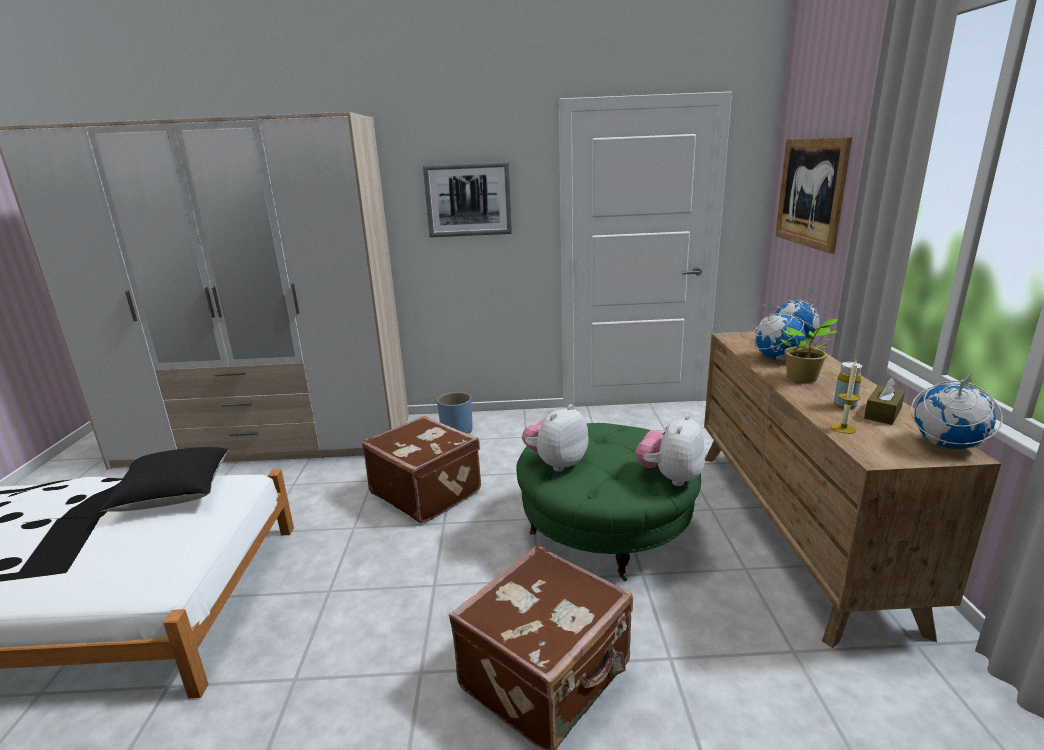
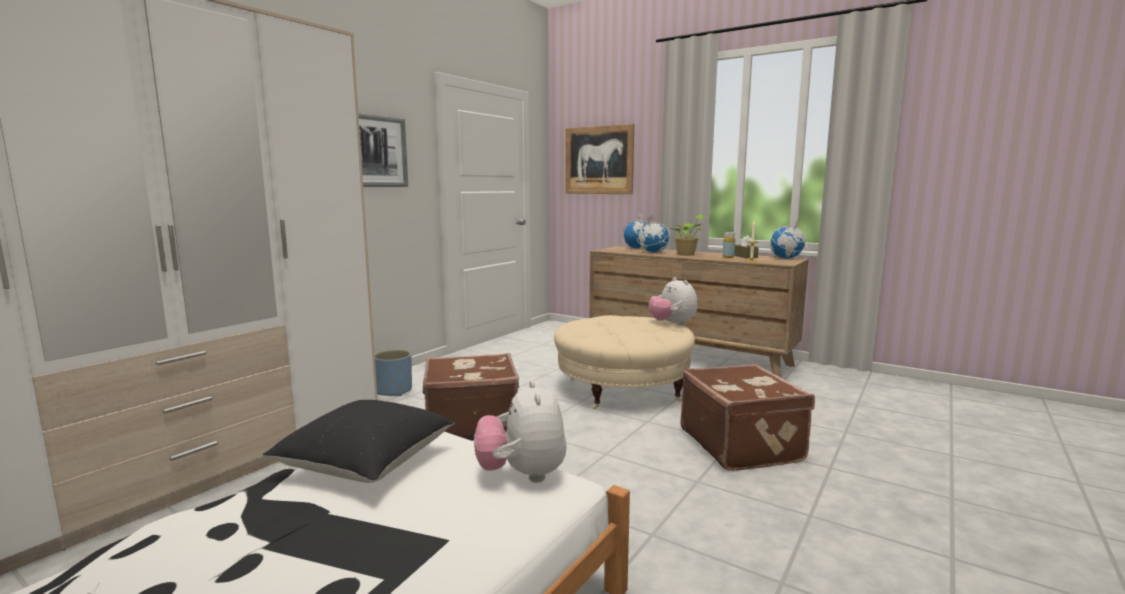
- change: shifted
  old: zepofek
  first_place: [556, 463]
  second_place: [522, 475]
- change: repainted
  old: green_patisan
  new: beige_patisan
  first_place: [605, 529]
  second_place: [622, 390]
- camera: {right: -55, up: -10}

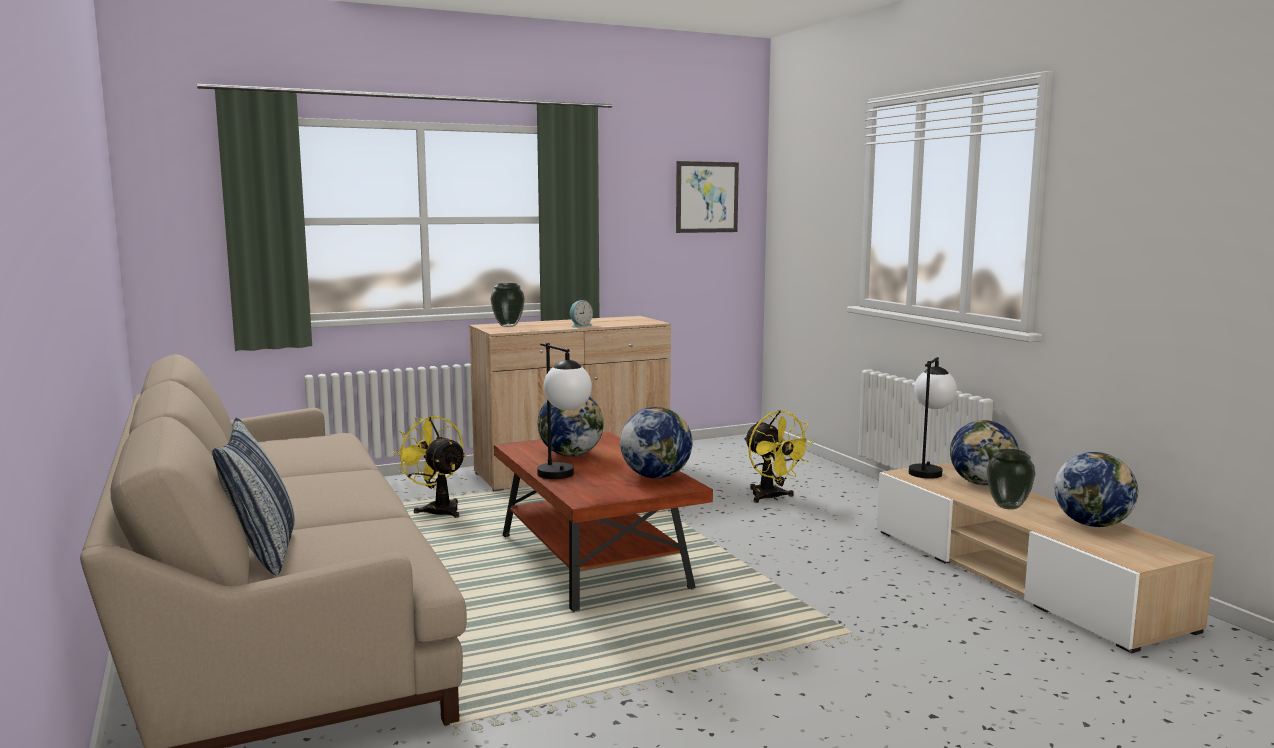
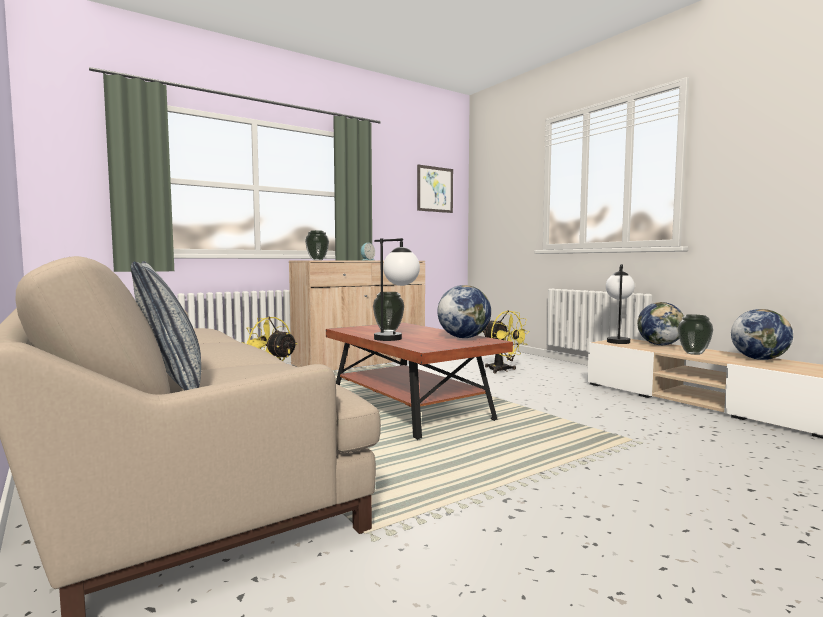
- change: swapped
  old: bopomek
  new: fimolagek
  first_place: [571, 455]
  second_place: [389, 331]
- camera: {right: -10, up: -5}

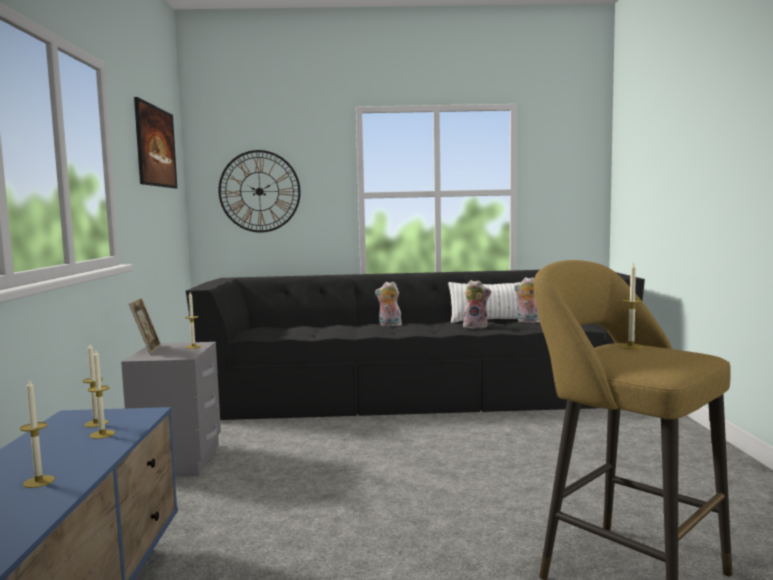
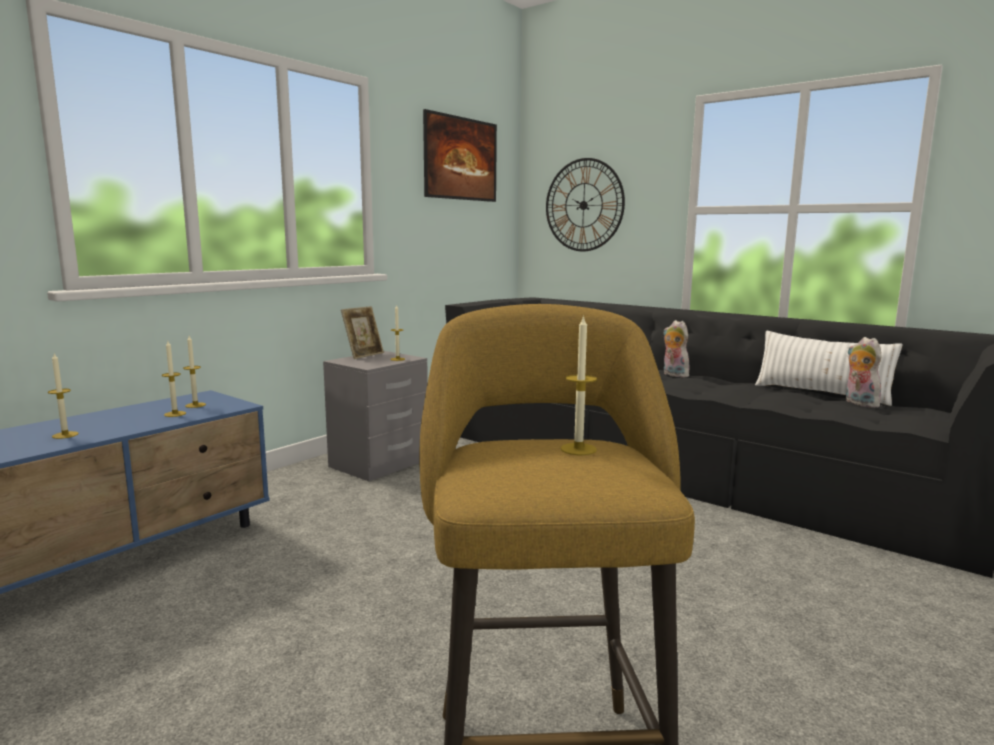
- change: gone
  old: zepofek
  first_place: [476, 327]
- camera: {right: 40, up: 5}

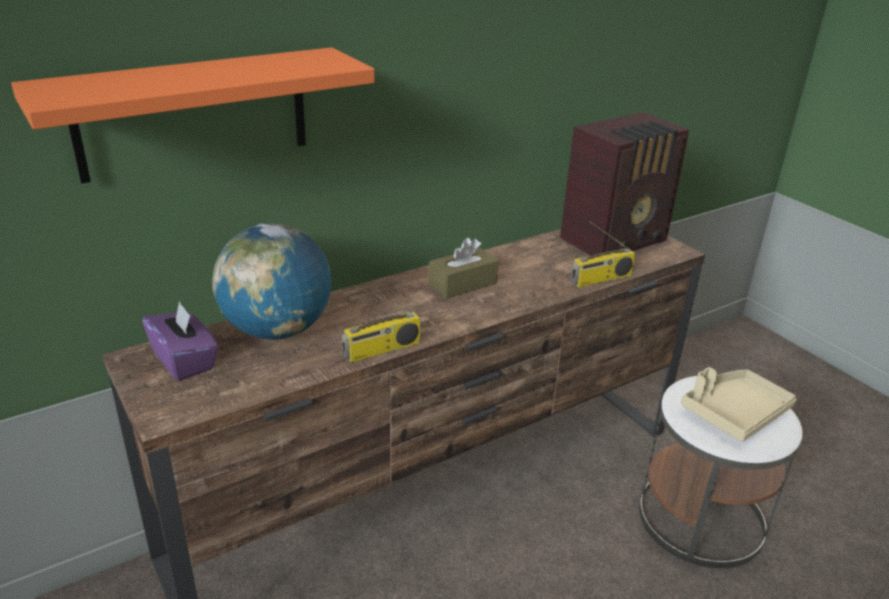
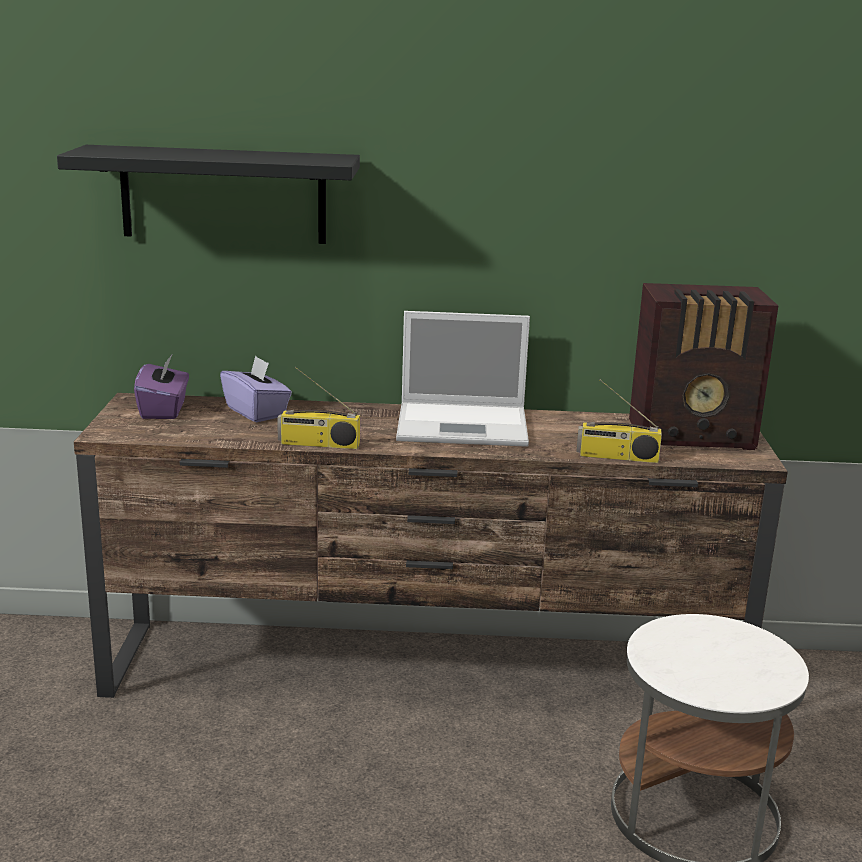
- change: gone
  old: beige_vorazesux
  first_place: [734, 413]
- change: swapped
  old: bopomek
  new: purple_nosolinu
  first_place: [277, 330]
  second_place: [256, 412]
- change: swapped
  old: brown_nosolinu
  new: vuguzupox
  first_place: [462, 284]
  second_place: [465, 425]
- change: repainted
  old: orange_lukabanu
  new: black_lukabanu
  first_place: [194, 114]
  second_place: [223, 195]
- camera: {right: 35, up: -10}

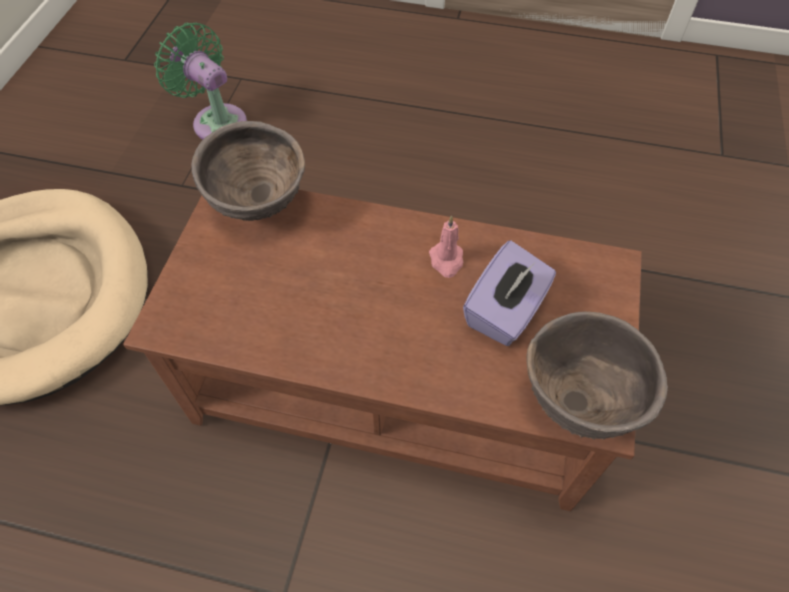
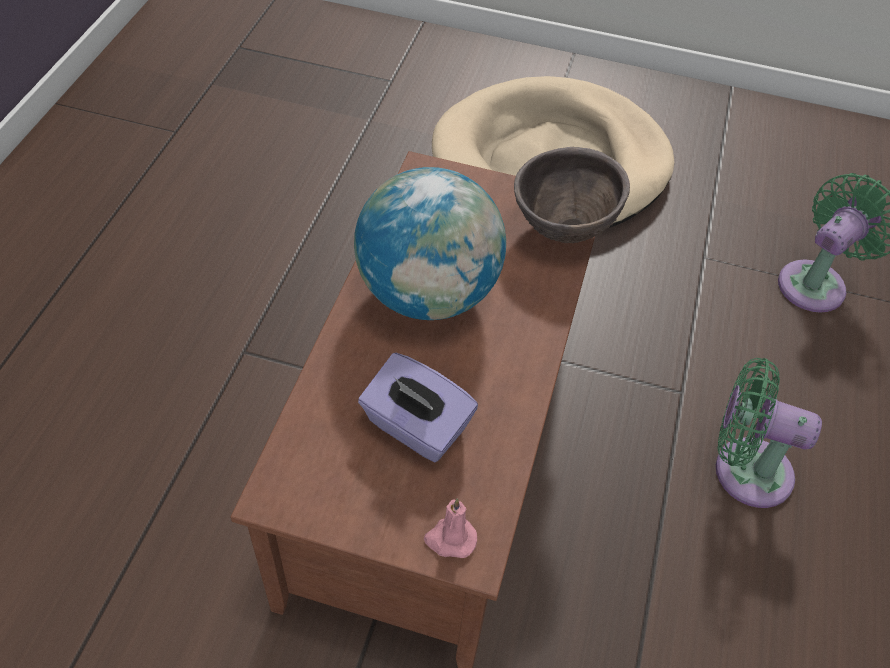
- change: gone
  old: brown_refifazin
  first_place: [579, 400]
- change: new
  new: bopomek
  second_place: [428, 294]
- change: new
  new: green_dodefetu
  second_place: [744, 469]
- change: shifted
  old: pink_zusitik
  first_place: [446, 261]
  second_place: [450, 539]
- camera: {right: 90, up: -5}

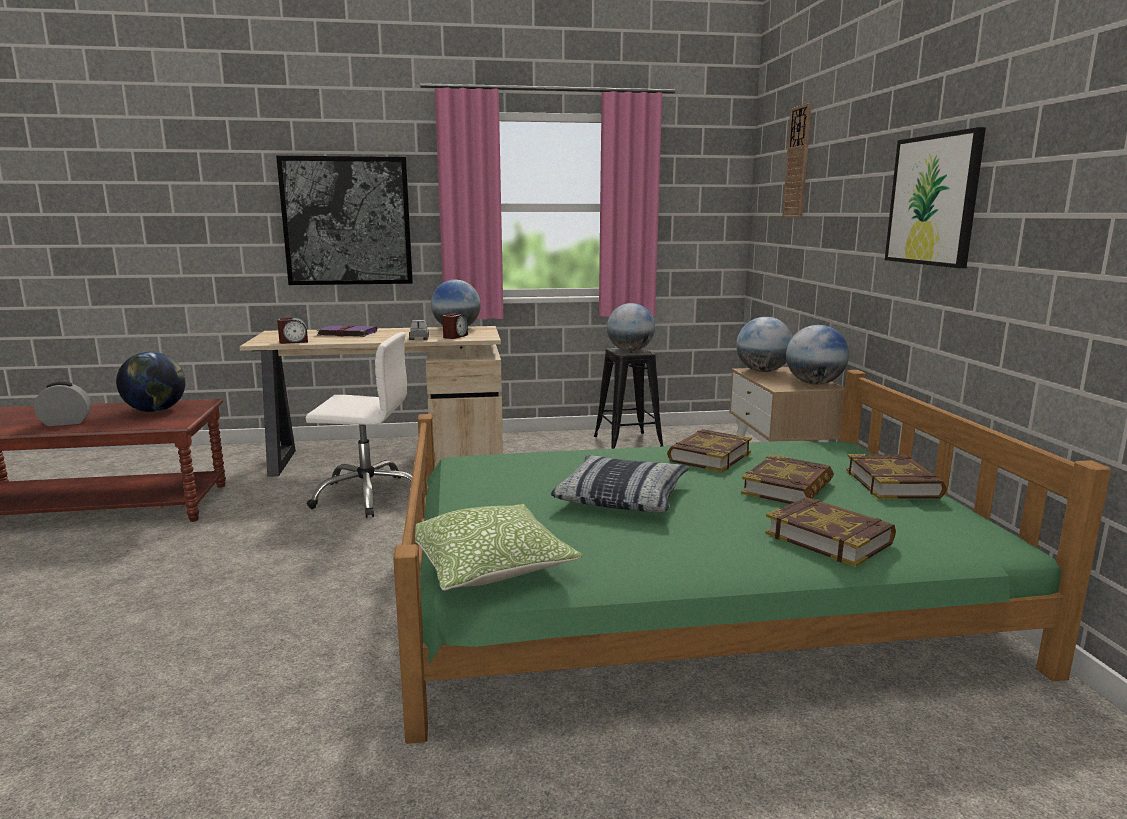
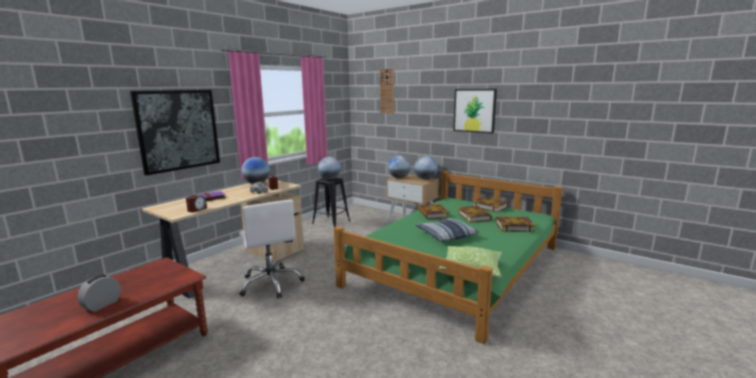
- change: gone
  old: bopomek
  first_place: [156, 411]
- change: rotated
  old: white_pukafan
  first_place: [368, 495]
  second_place: [271, 283]
  degrees: 105
- camera: {right: -45, up: 0}

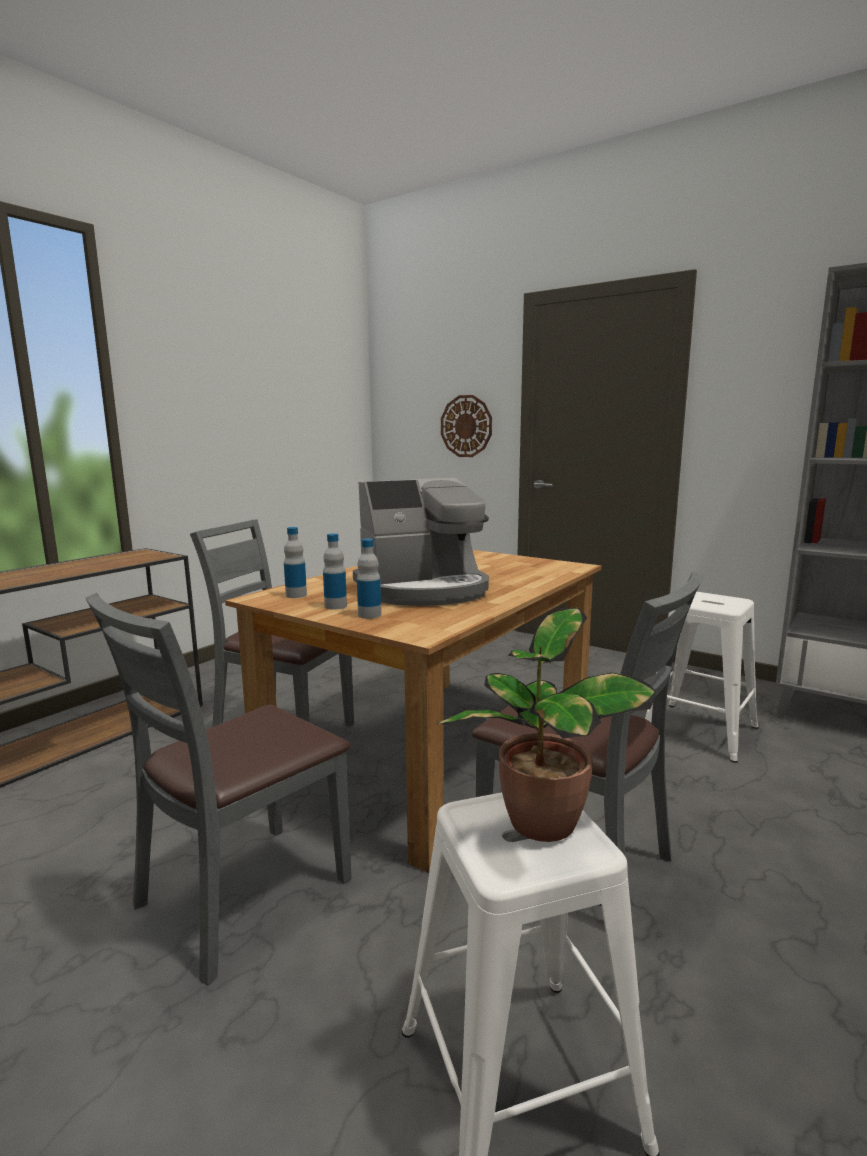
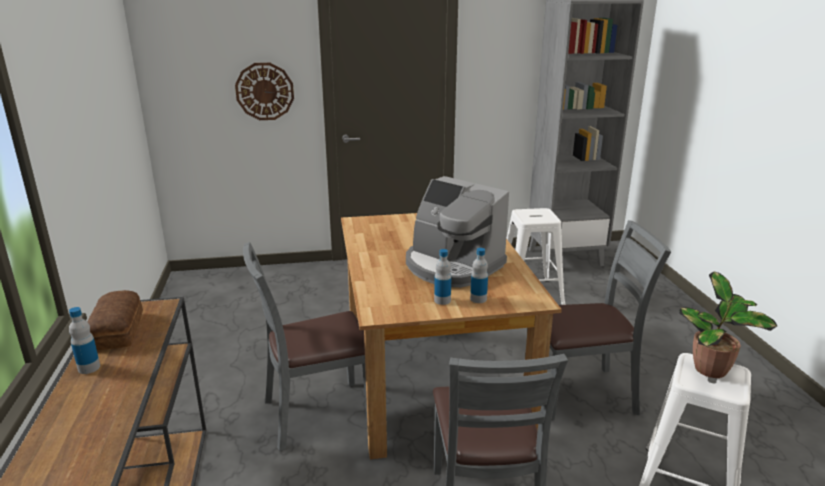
- change: new
  new: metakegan
  second_place: [119, 330]
- change: shifted
  old: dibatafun
  first_place: [296, 595]
  second_place: [89, 368]
- change: rotated
  old: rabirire
  first_place: [424, 590]
  second_place: [452, 266]
  degrees: 105
- camera: {right: -45, up: 10}

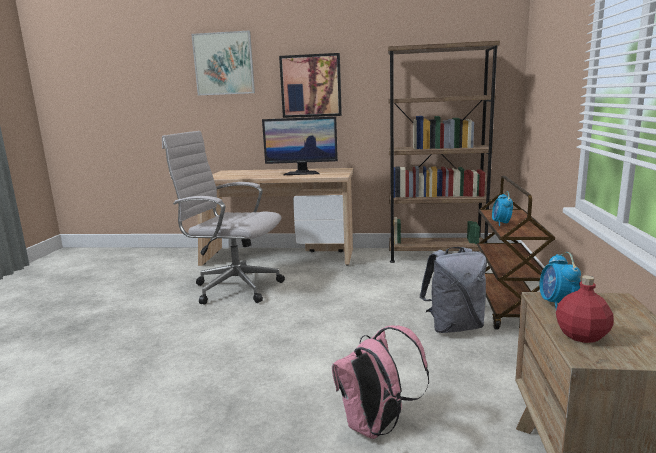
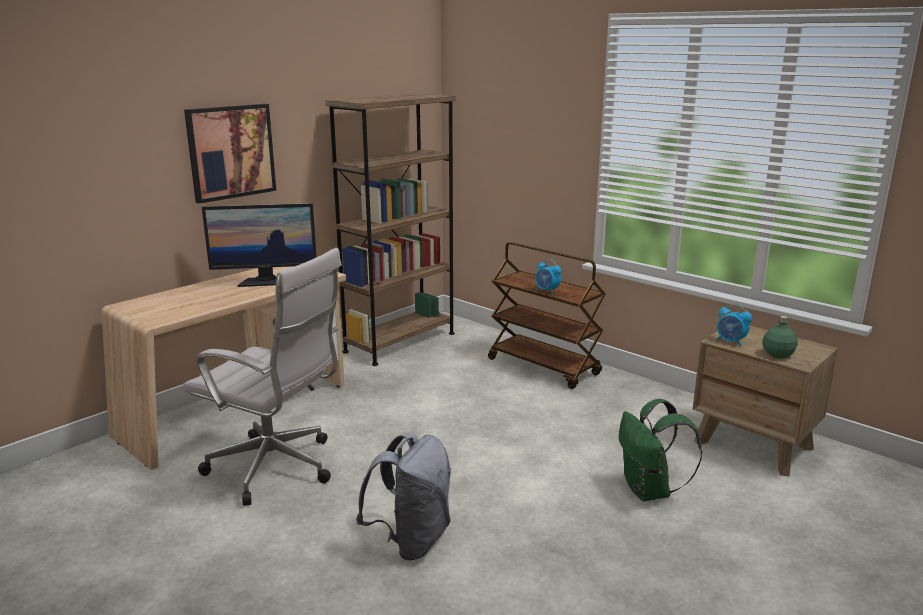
- change: gone
  old: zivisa
  first_place: [224, 63]
- change: shifted
  old: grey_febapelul
  first_place: [454, 327]
  second_place: [411, 540]
- change: repainted
  old: pink_febapelul
  new: green_febapelul
  first_place: [376, 427]
  second_place: [649, 491]
- change: repainted
  old: red_dibatafun
  new: green_dibatafun
  first_place: [580, 335]
  second_place: [777, 354]
- change: rotated
  old: white_pukafan
  first_place: [233, 288]
  second_place: [277, 469]
  degrees: -120
- change: rotated
  old: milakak
  first_place: [302, 173]
  second_place: [265, 281]
  degrees: 45
- camera: {right: -55, up: 5}

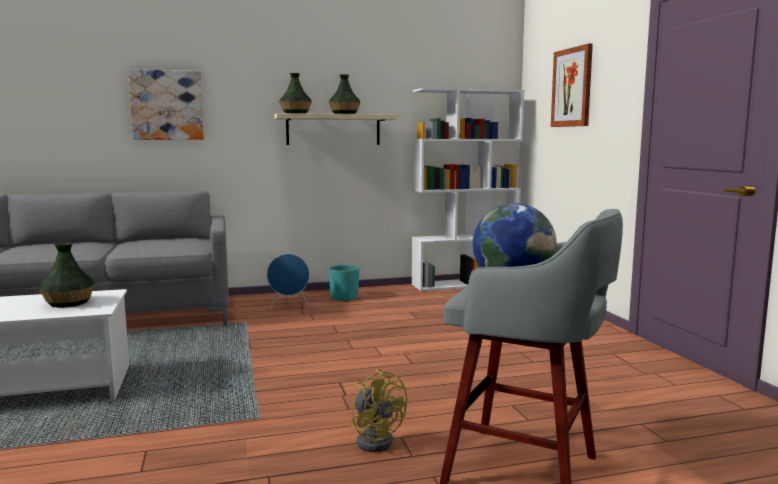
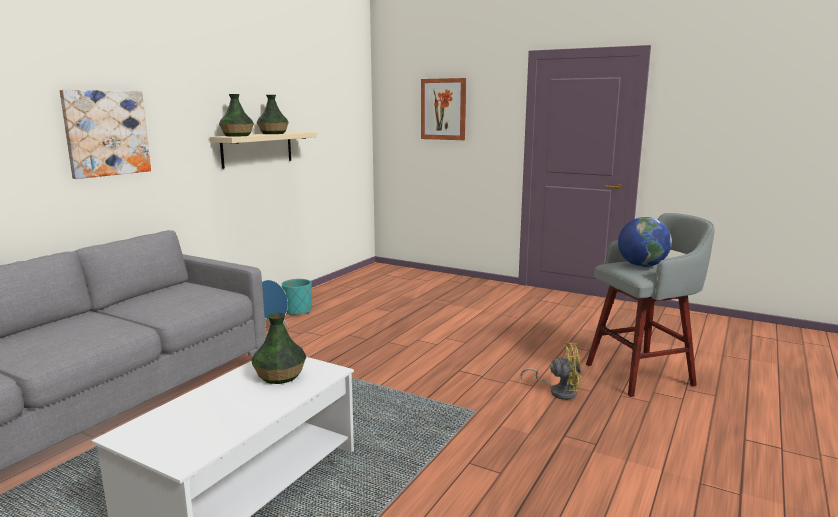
- change: gone
  old: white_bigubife
  first_place: [464, 284]
- camera: {right: -45, up: 5}

